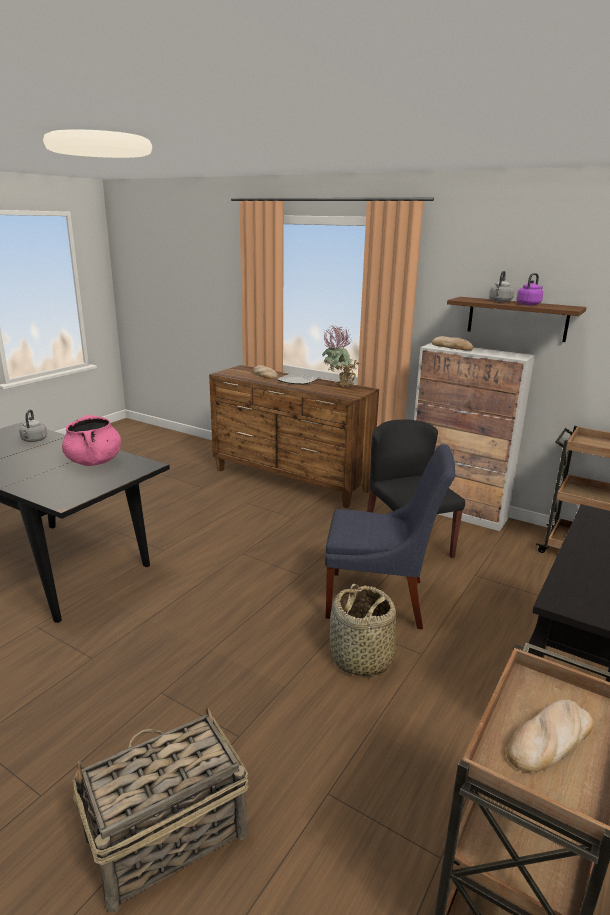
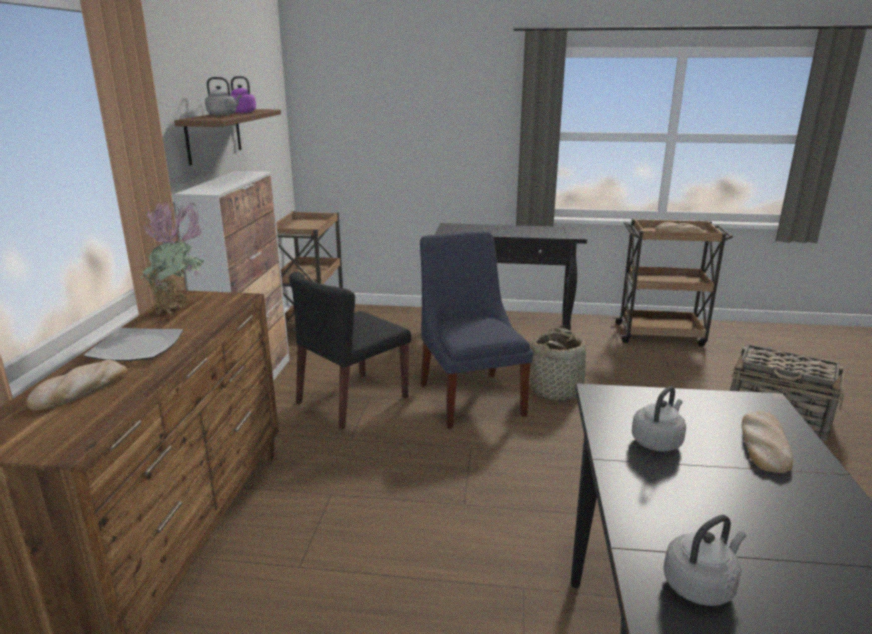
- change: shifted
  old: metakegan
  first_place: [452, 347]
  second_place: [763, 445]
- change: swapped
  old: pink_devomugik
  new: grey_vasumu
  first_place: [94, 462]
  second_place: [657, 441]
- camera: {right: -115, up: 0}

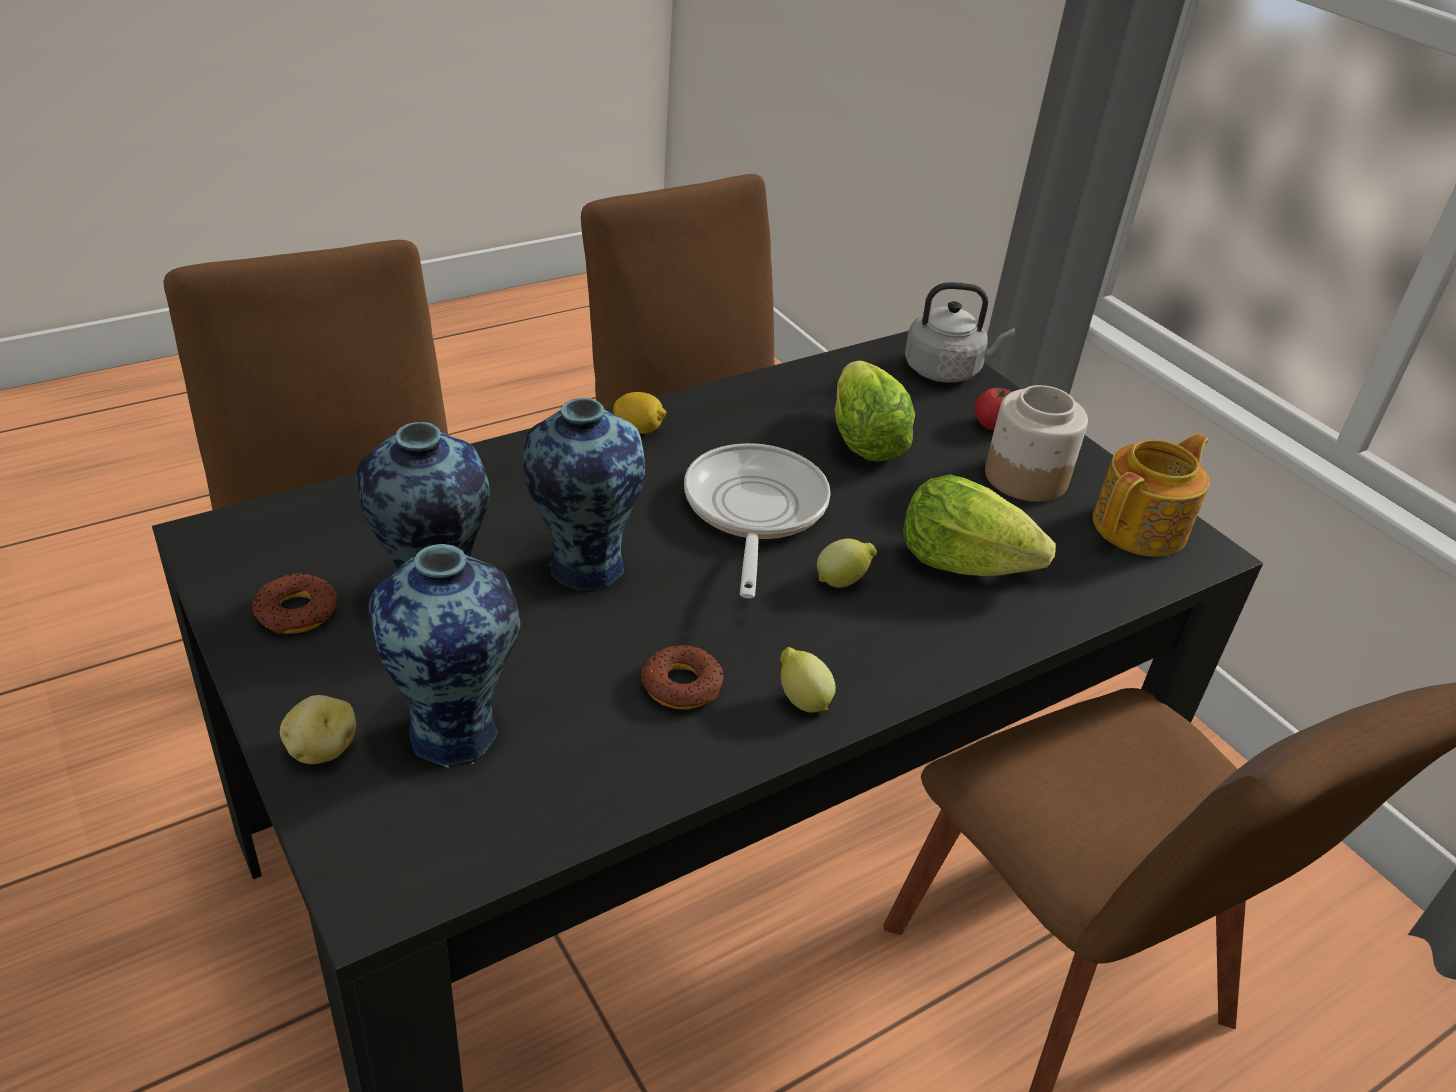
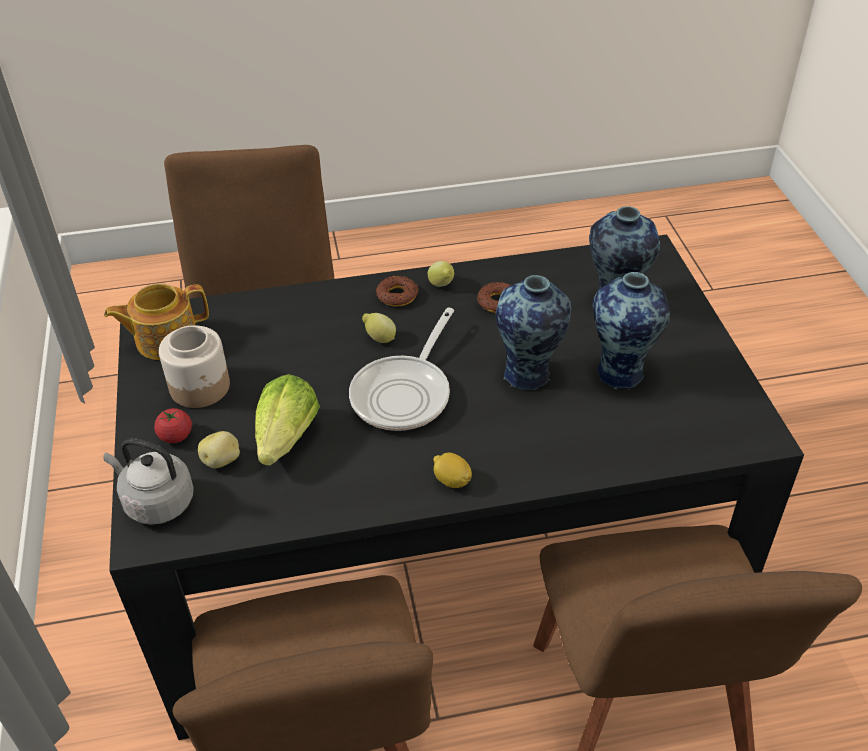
- change: gone
  old: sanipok
  first_place: [962, 562]
- change: shifted
  old: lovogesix
  first_place: [297, 612]
  second_place: [397, 295]
- change: shifted
  old: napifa
  first_place: [321, 749]
  second_place: [222, 461]
- camera: {right: -155, up: 5}

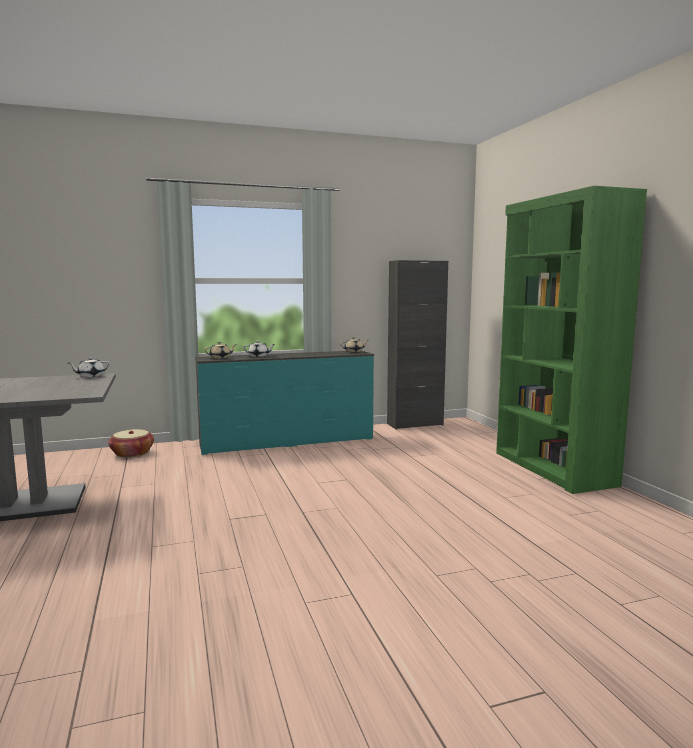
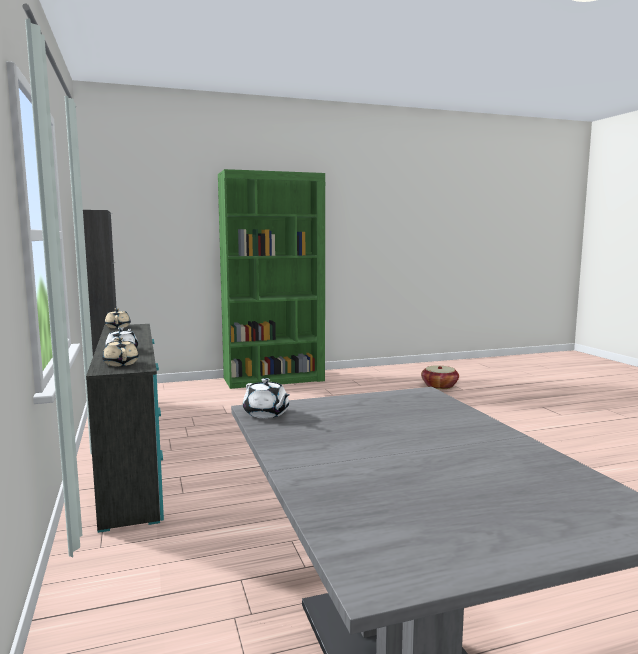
- change: shifted
  old: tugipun
  first_place: [132, 453]
  second_place: [439, 386]
- camera: {right: -90, up: 0}

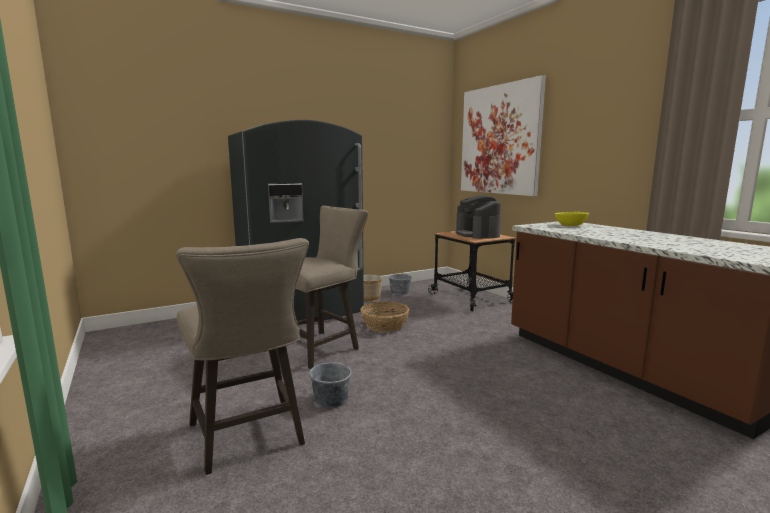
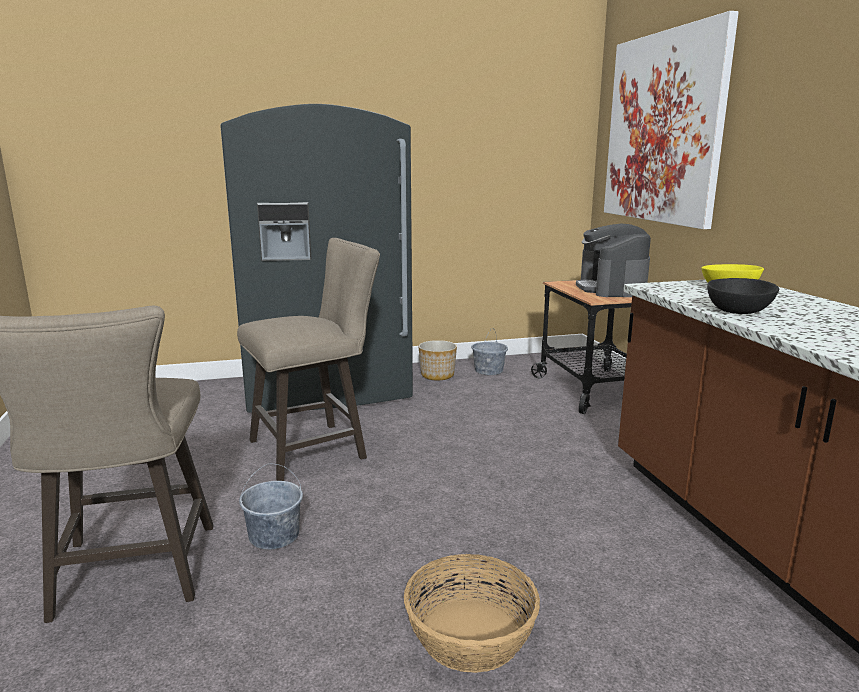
- change: new
  new: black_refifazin
  second_place: [738, 311]
- change: shifted
  old: tugipun
  first_place: [385, 325]
  second_place: [470, 635]
- camera: {right: 15, up: 5}

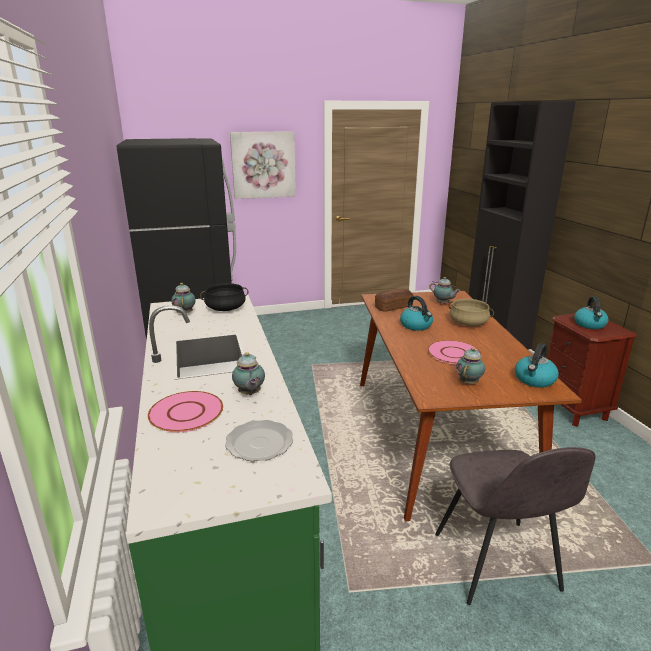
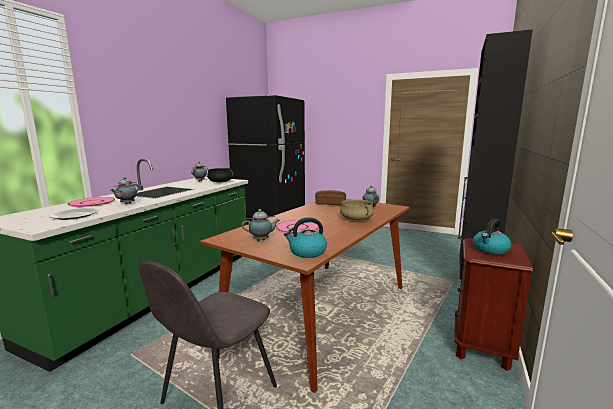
- change: gone
  old: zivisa
  first_place: [263, 165]
- change: gone
  old: vasumu
  first_place: [416, 325]
- camera: {right: 40, up: -10}

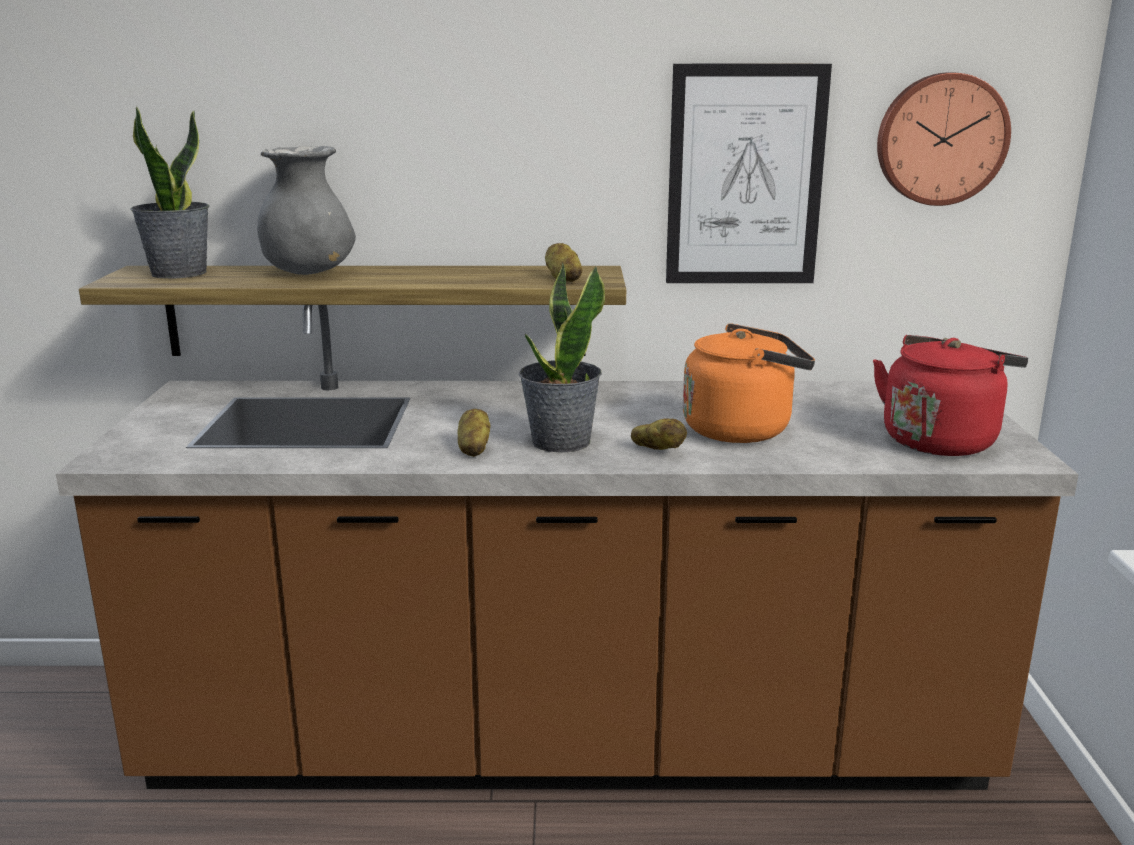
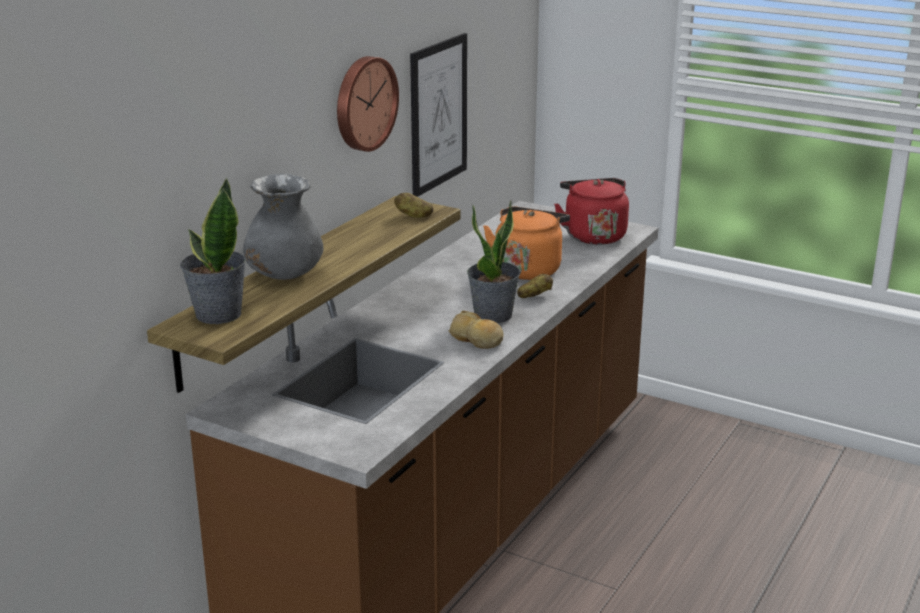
- change: shifted
  old: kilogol
  first_place: [940, 139]
  second_place: [363, 103]
- change: swapped
  old: napifa
  new: metakegan
  first_place: [473, 449]
  second_place: [476, 339]
- camera: {right: -60, up: 5}

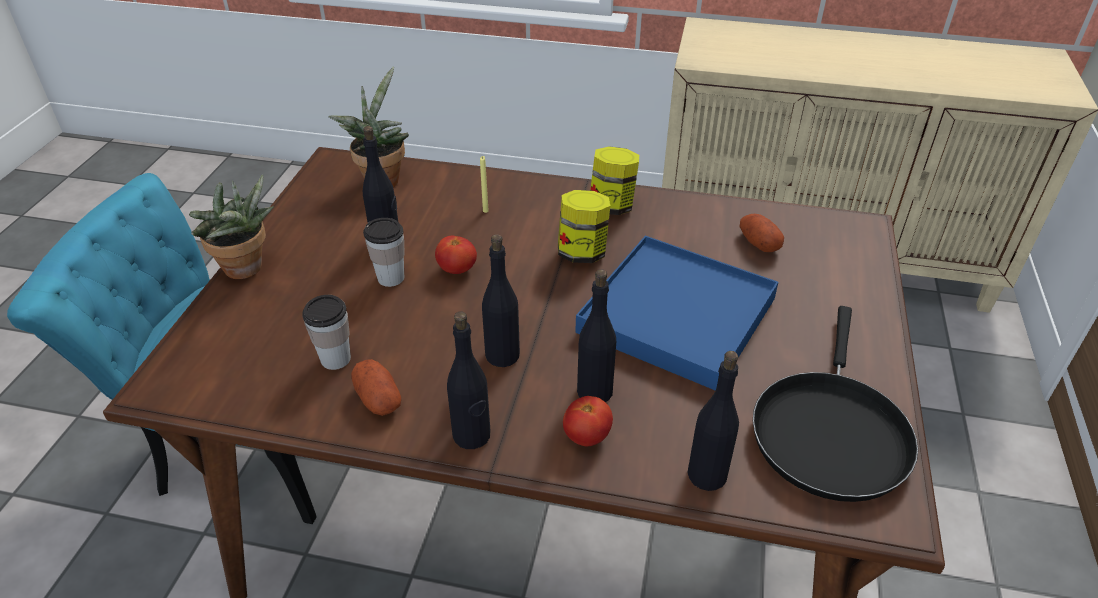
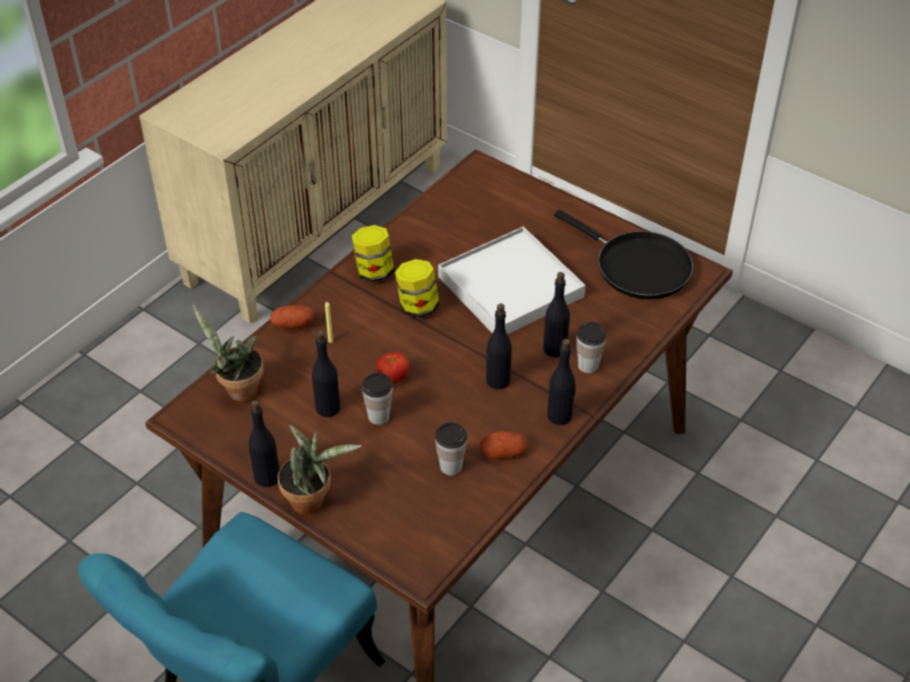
- change: shifted
  old: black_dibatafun
  first_place: [707, 474]
  second_place: [267, 477]
- change: shifted
  old: napifa
  first_place: [758, 243]
  second_place: [293, 324]
- change: swapped
  old: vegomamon
  new: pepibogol
  first_place: [586, 436]
  second_place: [588, 365]
- change: repainted
  old: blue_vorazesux
  new: white_vorazesux
  first_place: [676, 315]
  second_place: [510, 286]
- camera: {right: -65, up: 5}

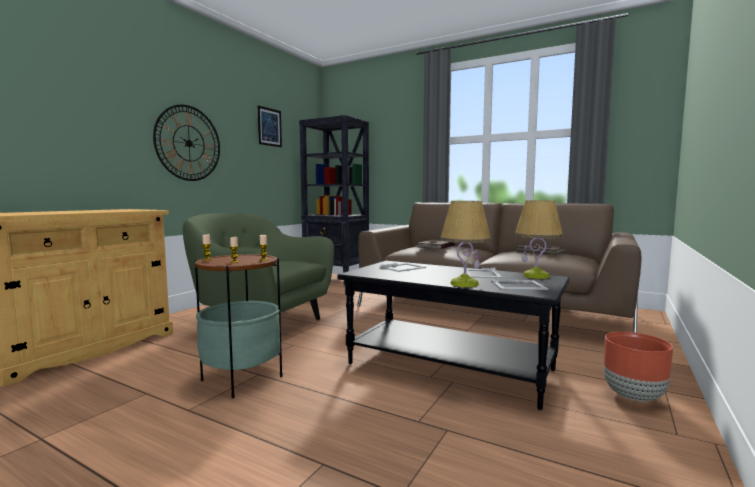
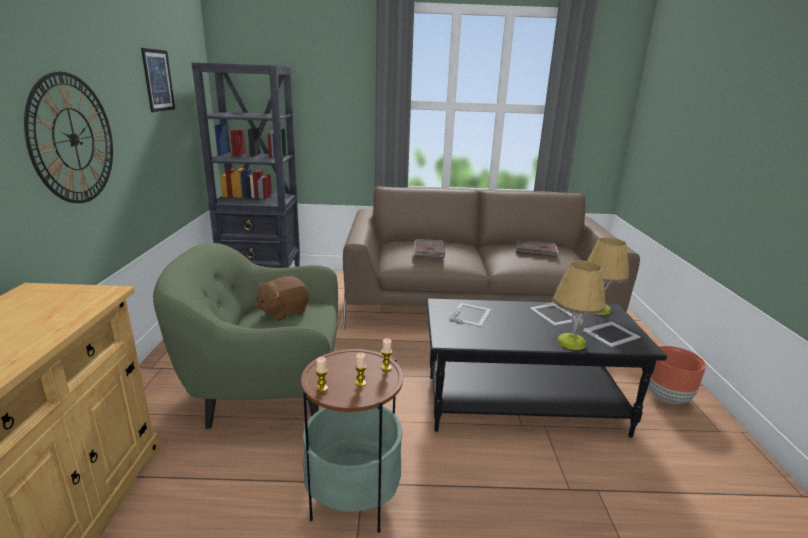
- change: new
  new: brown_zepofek
  second_place: [283, 312]
- camera: {right: -30, up: 15}

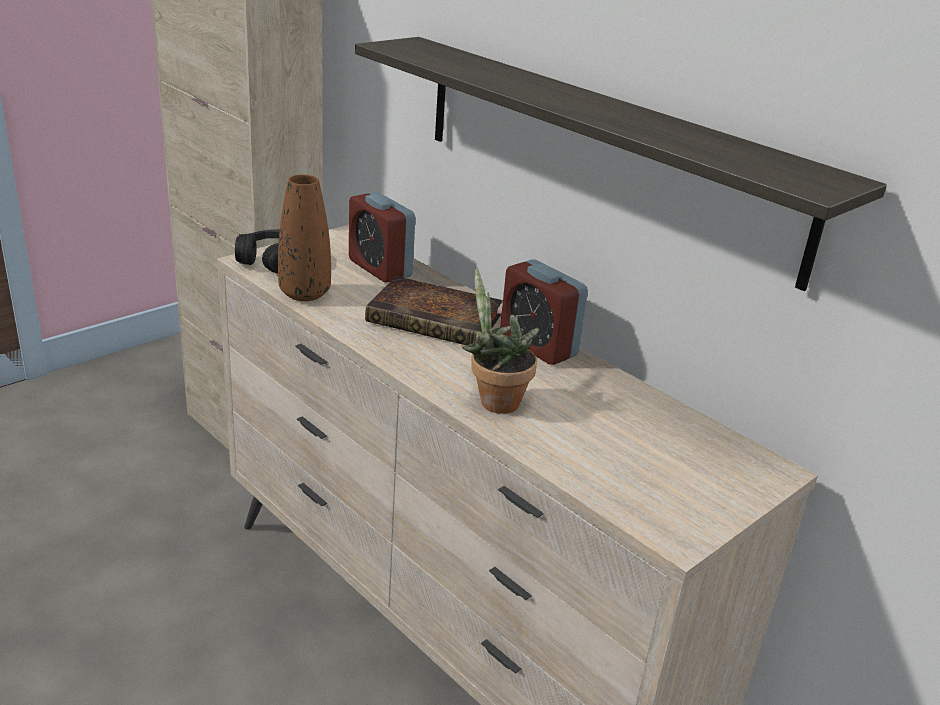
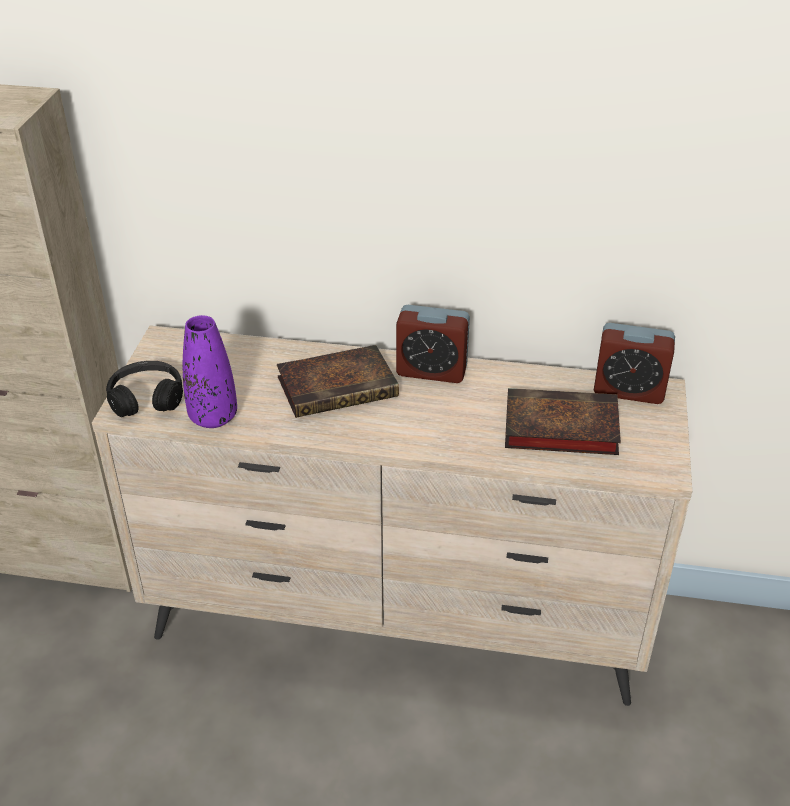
- change: gone
  old: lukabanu
  first_place: [601, 151]
- change: gone
  old: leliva
  first_place: [494, 400]
- change: new
  new: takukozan
  second_place: [557, 428]
- change: shifted
  old: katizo
  first_place: [380, 268]
  second_place: [628, 390]
- change: repainted
  old: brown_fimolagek
  new: purple_fimolagek
  first_place: [305, 293]
  second_place: [213, 417]
- camera: {right: -35, up: 10}

